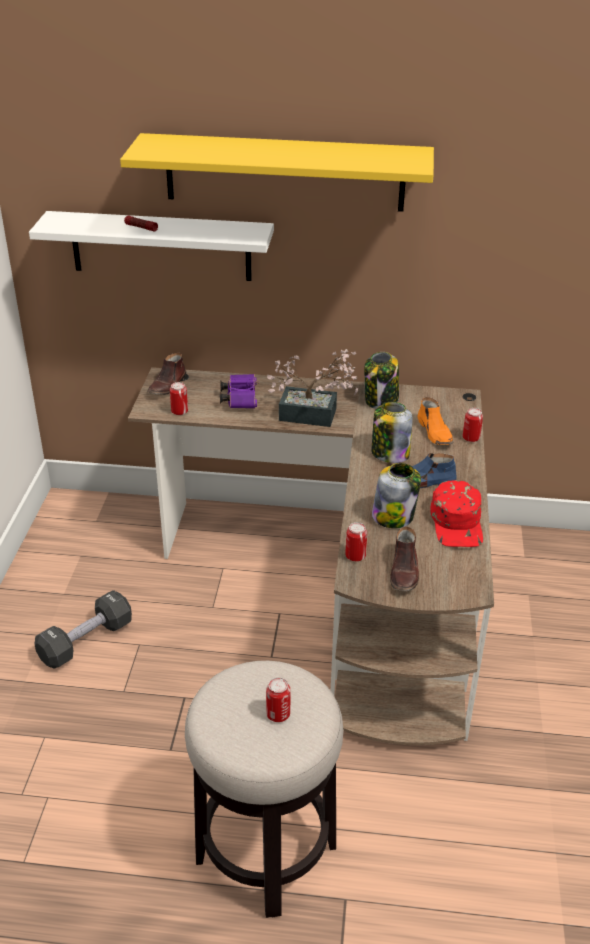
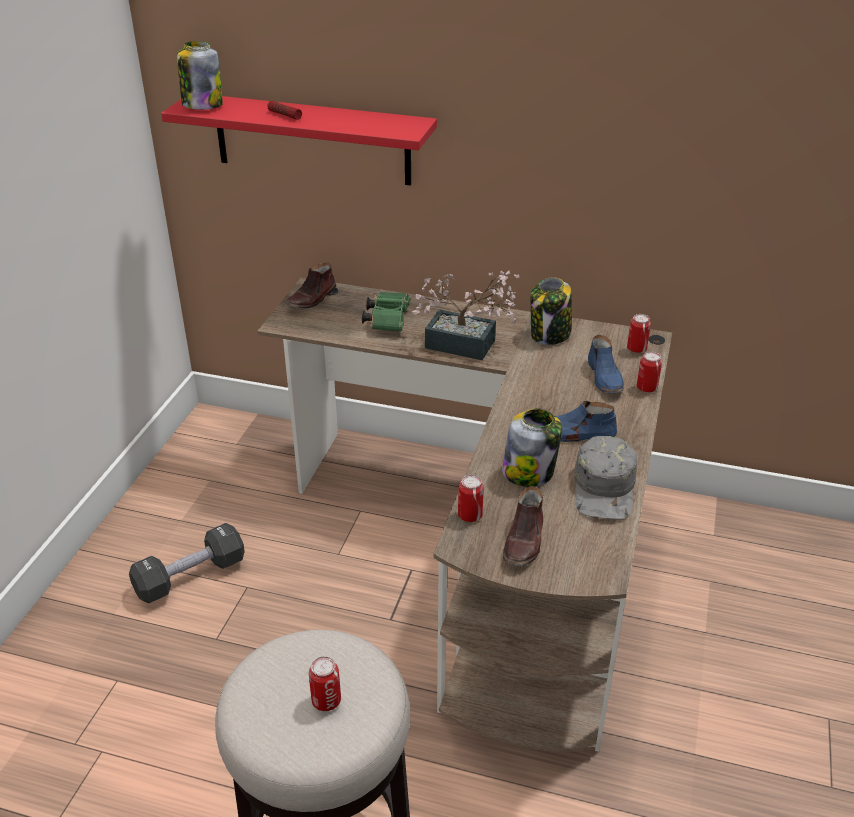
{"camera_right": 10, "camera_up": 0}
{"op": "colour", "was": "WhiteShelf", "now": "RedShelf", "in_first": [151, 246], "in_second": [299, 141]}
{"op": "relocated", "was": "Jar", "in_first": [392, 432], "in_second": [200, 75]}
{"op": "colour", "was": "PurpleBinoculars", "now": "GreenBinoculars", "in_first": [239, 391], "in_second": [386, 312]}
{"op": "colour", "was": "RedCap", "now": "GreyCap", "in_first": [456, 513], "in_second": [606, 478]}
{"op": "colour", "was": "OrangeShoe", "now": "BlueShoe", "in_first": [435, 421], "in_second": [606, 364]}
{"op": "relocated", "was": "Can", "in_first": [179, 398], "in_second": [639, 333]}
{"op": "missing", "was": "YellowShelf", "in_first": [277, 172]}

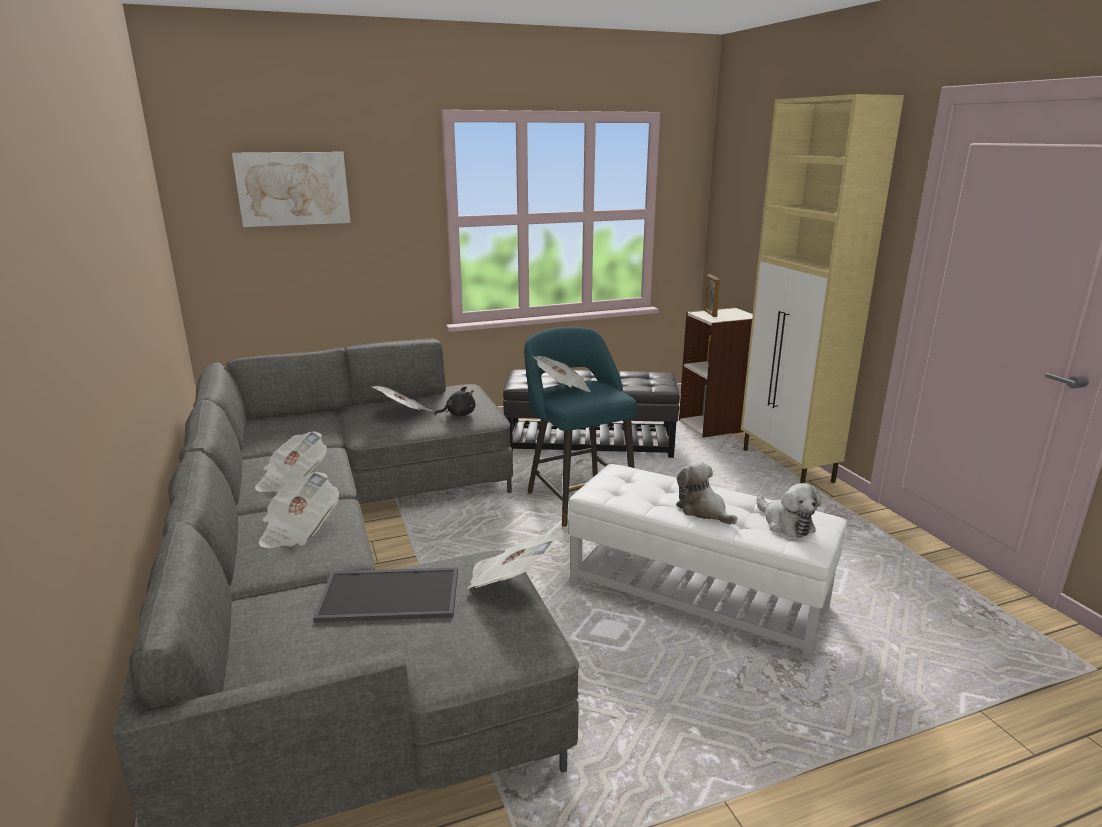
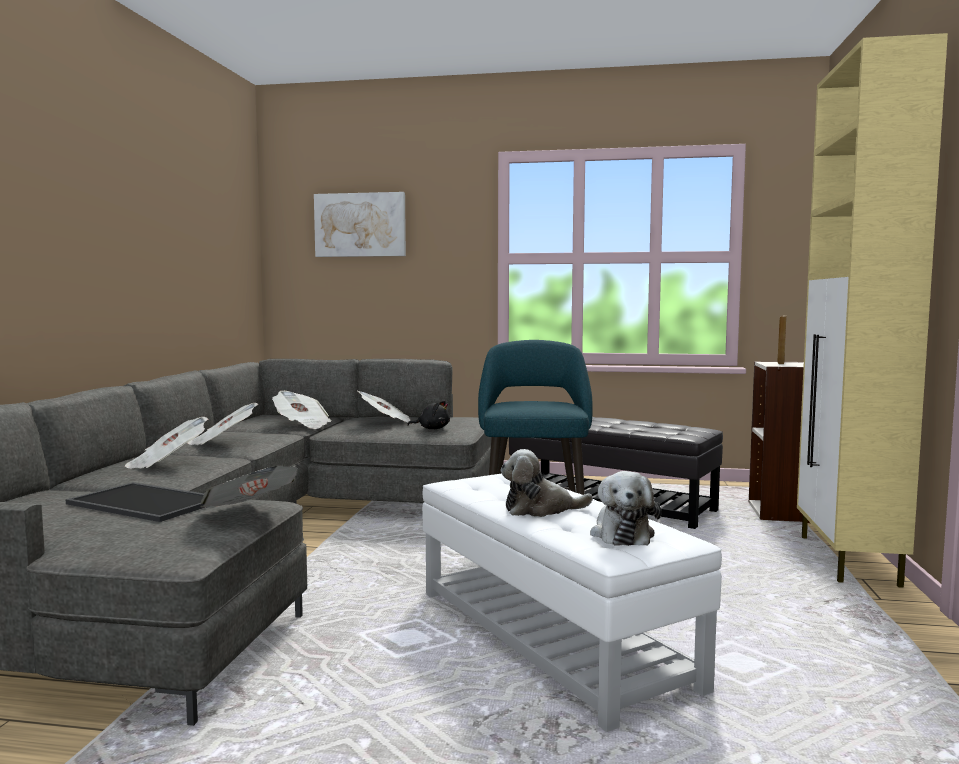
{"camera_right": 30, "camera_up": -15}
{"op": "relocated", "was": "Newspaper", "in_first": [562, 374], "in_second": [302, 410]}
{"op": "spun", "was": "PlushToy", "in_first": [707, 492], "in_second": [546, 483], "clockwise": -90}

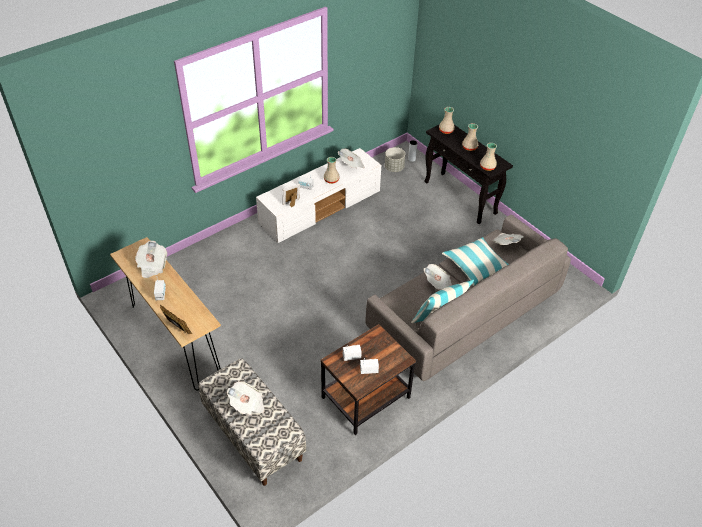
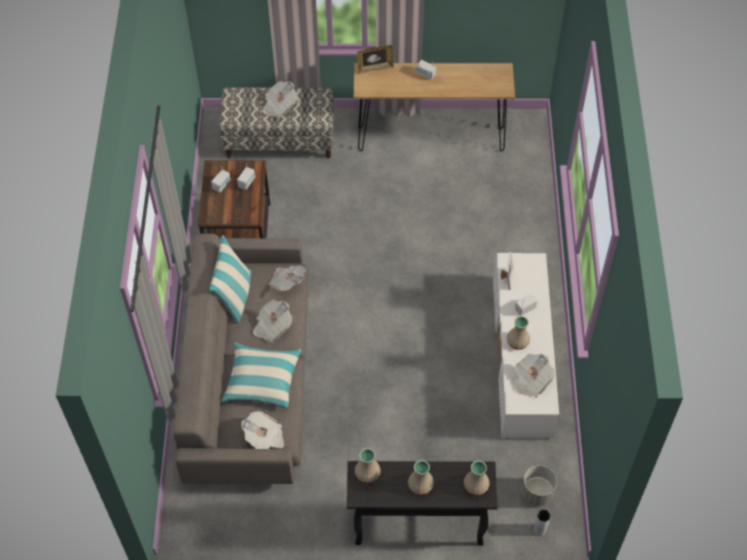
{"camera_right": 130, "camera_up": 10}
{"op": "relocated", "was": "Newspaper", "in_first": [151, 259], "in_second": [287, 278]}

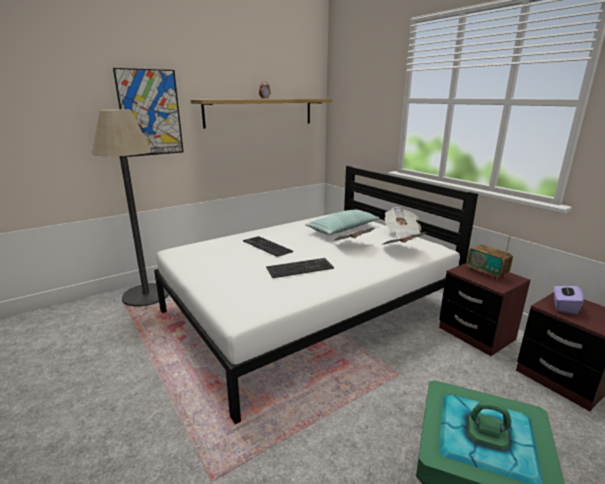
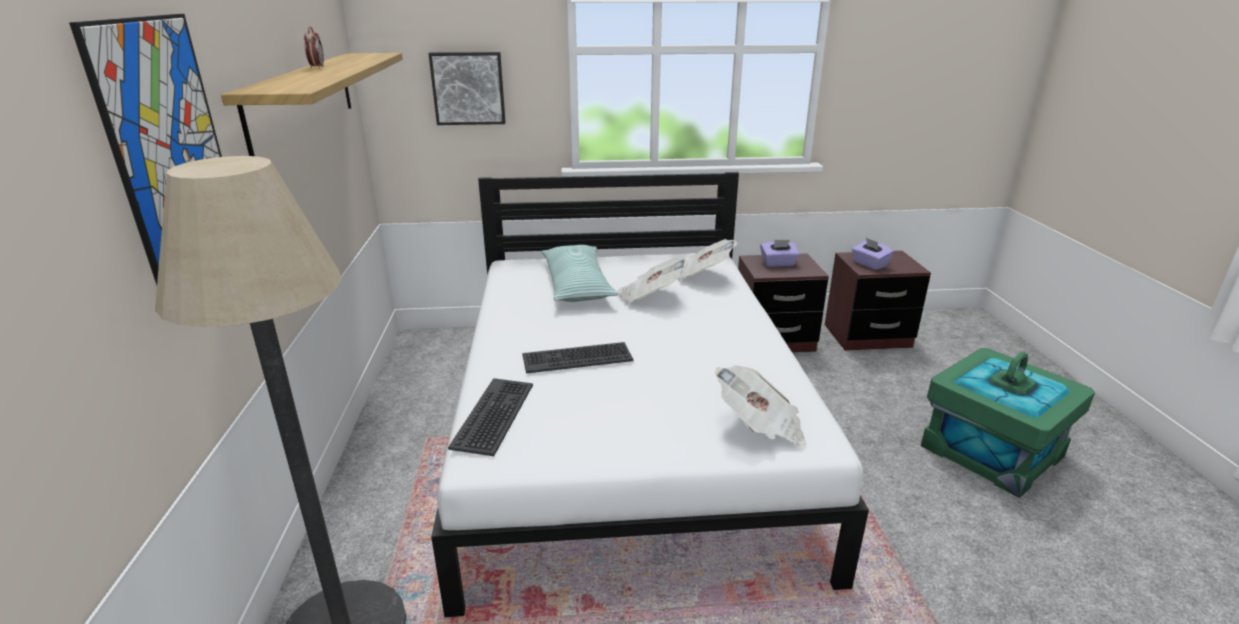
{"camera_right": -60, "camera_up": 5}
{"op": "appeared", "now": "Picture", "in_second": [467, 88]}
{"op": "relocated", "was": "Keyboard", "in_first": [300, 268], "in_second": [490, 417]}
{"op": "relocated", "was": "Newspaper", "in_first": [403, 222], "in_second": [761, 406]}
{"op": "exchanged", "was": "Radio", "now": "PurpleTissueBox", "in_first": [490, 257], "in_second": [780, 253]}

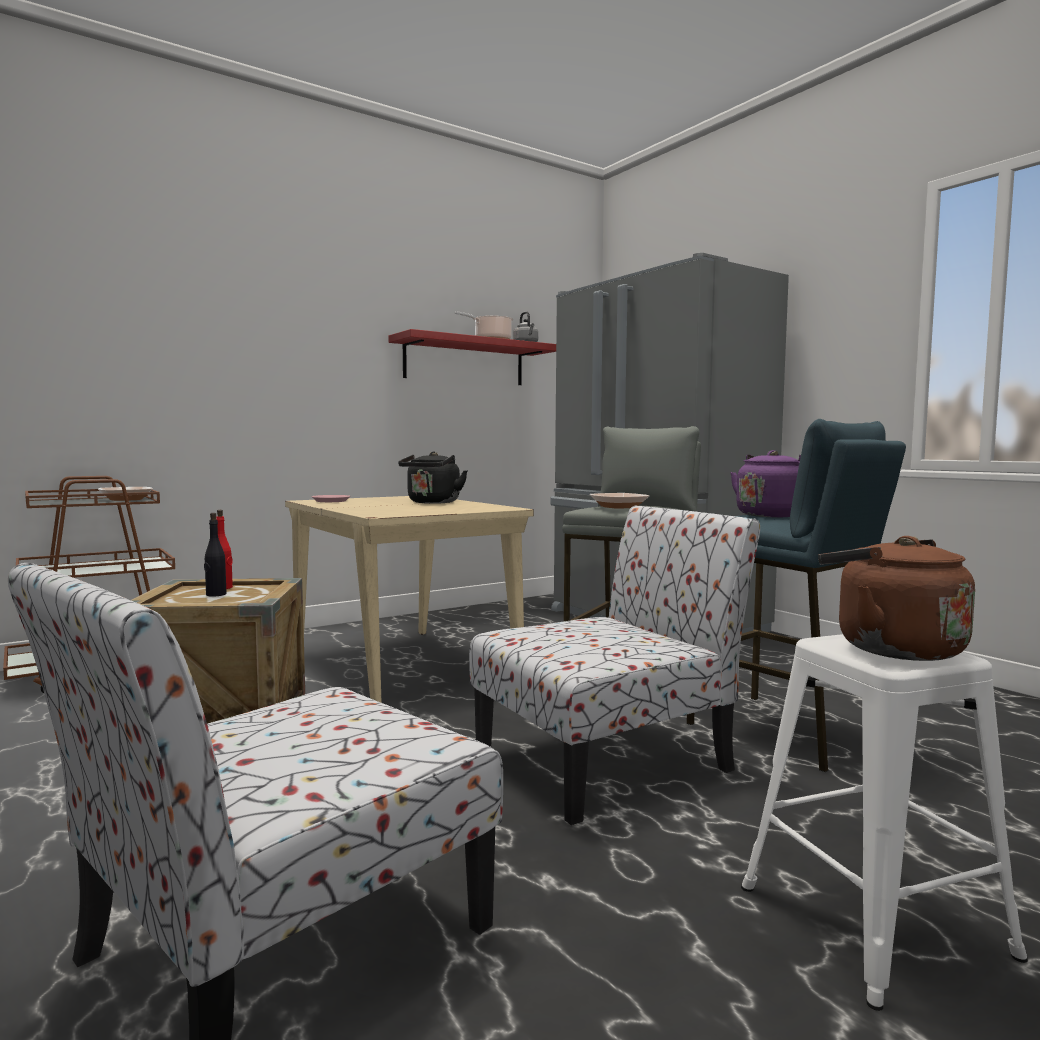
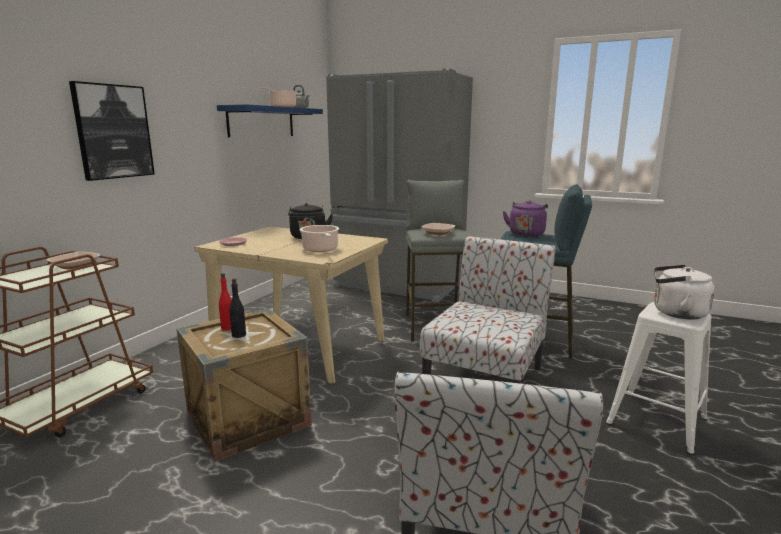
{"camera_right": -30, "camera_up": 10}
{"op": "appeared", "now": "Picture", "in_second": [112, 131]}
{"op": "colour", "was": "RedShelf", "now": "BlueShelf", "in_first": [472, 357], "in_second": [270, 120]}
{"op": "appeared", "now": "CookingPot", "in_second": [319, 238]}
{"op": "colour", "was": "BrownKettle", "now": "WhiteKettle", "in_first": [896, 598], "in_second": [684, 292]}

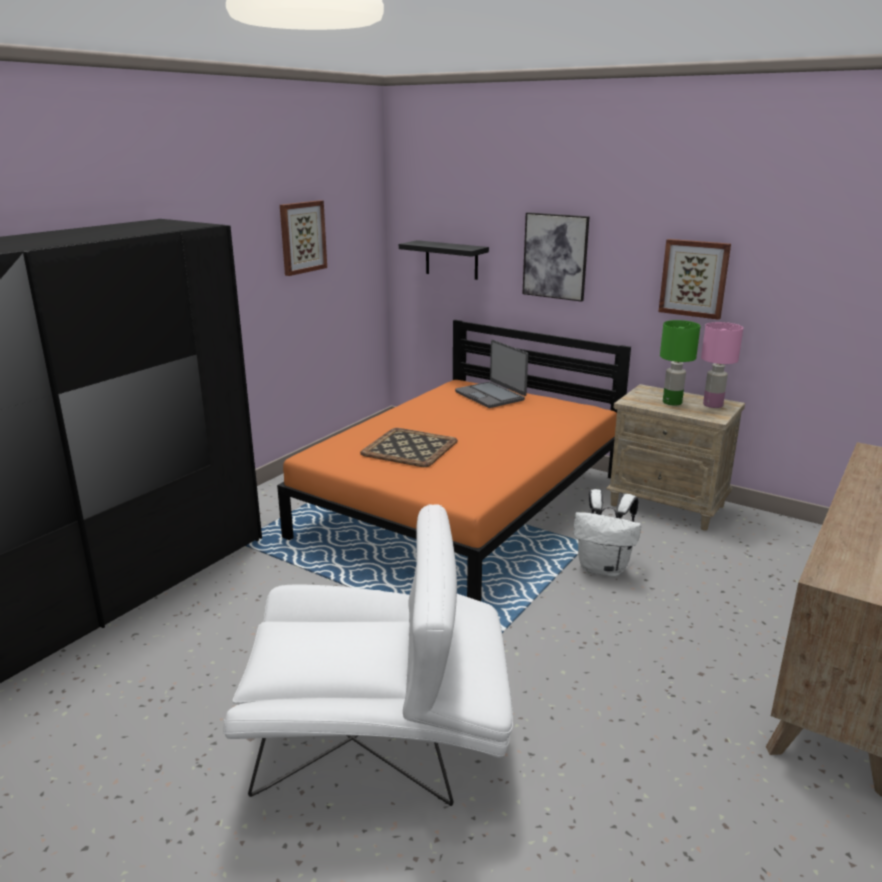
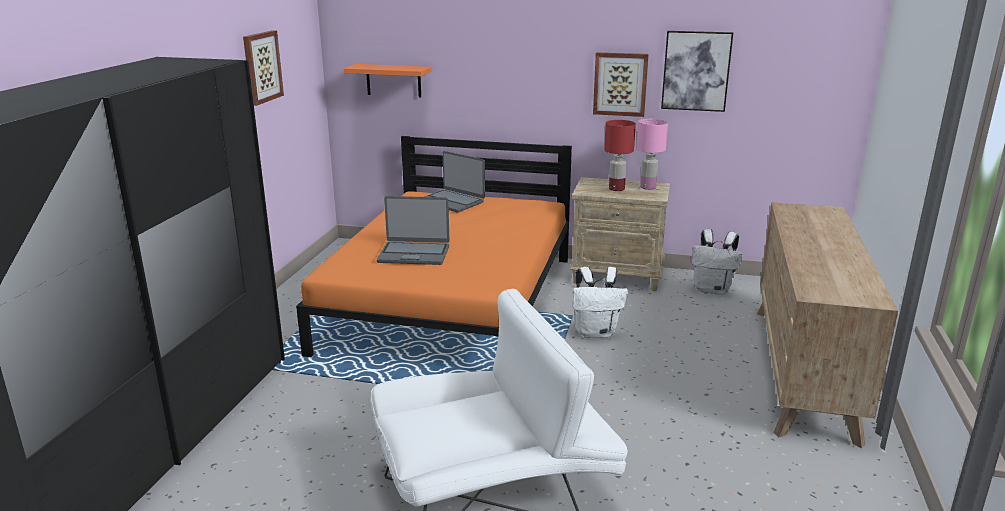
{"camera_right": -20, "camera_up": 0}
{"op": "colour", "was": "BlackShelf", "now": "OrangeShelf", "in_first": [444, 260], "in_second": [387, 80]}
{"op": "exchanged", "was": "Tray", "now": "Laptop", "in_first": [409, 447], "in_second": [413, 230]}
{"op": "colour", "was": "GreenTableLamp", "now": "RedTableLamp", "in_first": [680, 362], "in_second": [620, 155]}
{"op": "relocated", "was": "Picture", "in_first": [556, 257], "in_second": [697, 71]}
{"op": "appeared", "now": "WhiteBackpack", "in_second": [717, 262]}

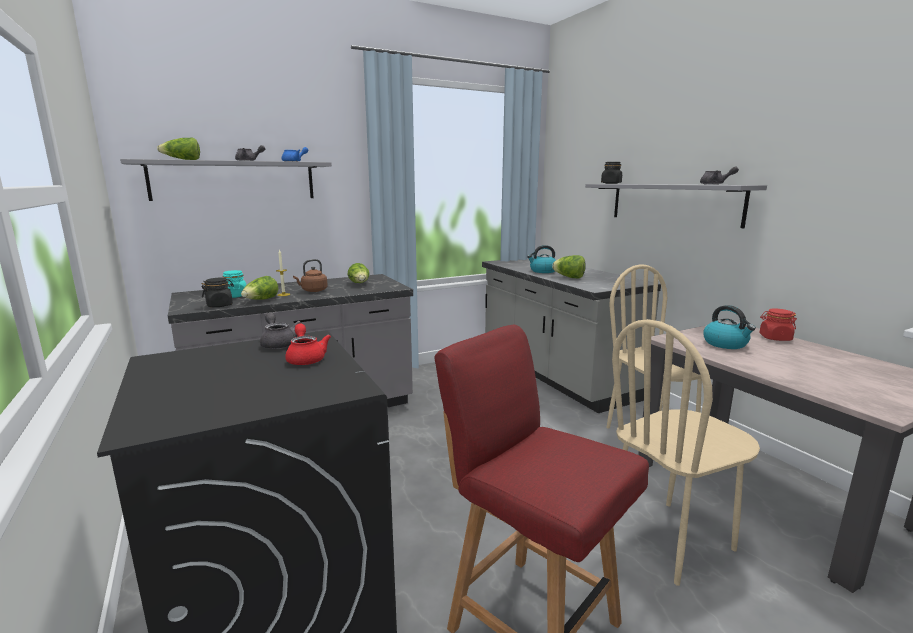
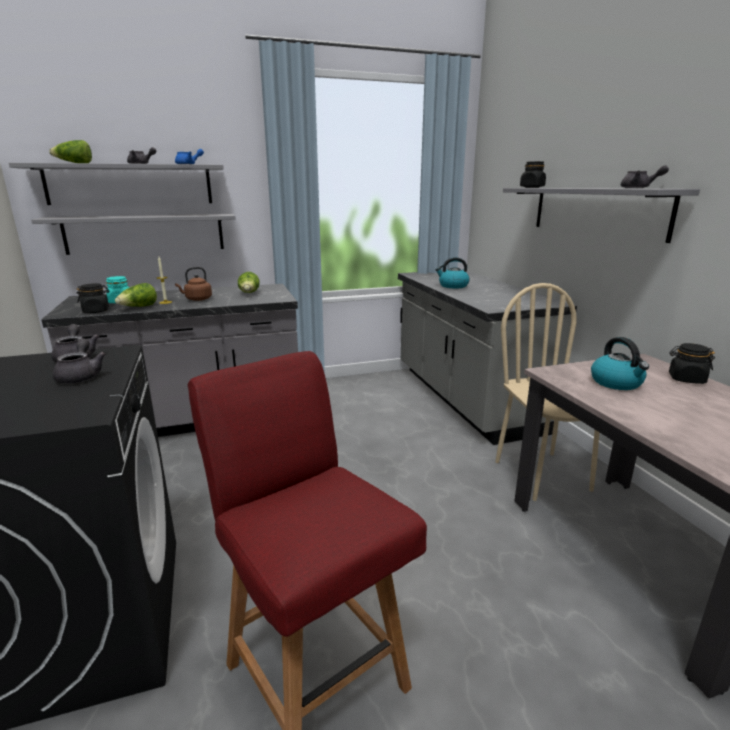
{"camera_right": 10, "camera_up": 5}
{"op": "appeared", "now": "GreyShelf", "in_second": [133, 234]}
{"op": "colour", "was": "RedTeapot", "now": "GreyTeapot", "in_first": [308, 344], "in_second": [79, 361]}
{"op": "colour", "was": "RedJar", "now": "BlackJar", "in_first": [778, 324], "in_second": [692, 363]}
{"op": "missing", "was": "Lettuce", "in_first": [569, 266]}
{"op": "missing", "was": "BeigeChair", "in_first": [686, 452]}

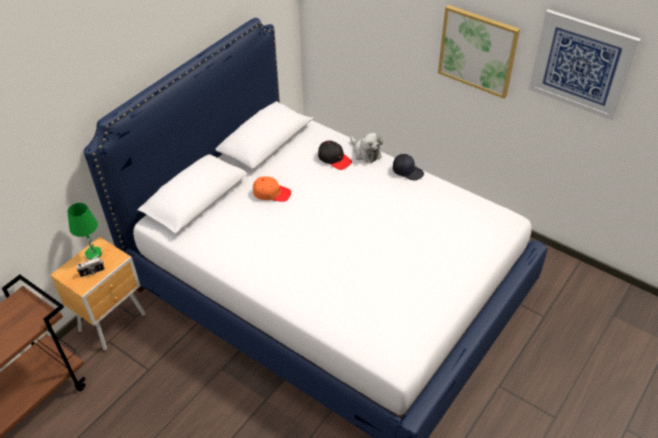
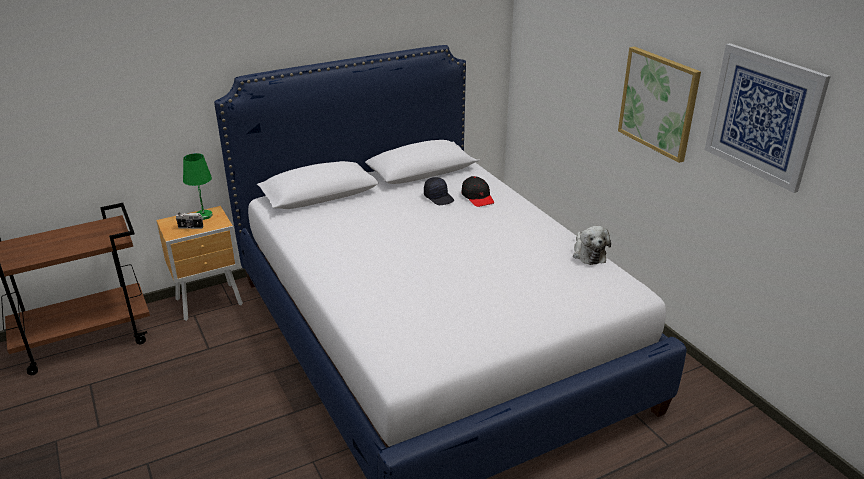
{"camera_right": 25, "camera_up": -15}
{"op": "relocated", "was": "BlackCap", "in_first": [408, 167], "in_second": [439, 191]}
{"op": "relocated", "was": "PlushToy", "in_first": [366, 147], "in_second": [592, 245]}
{"op": "missing", "was": "OrangeCap", "in_first": [272, 189]}

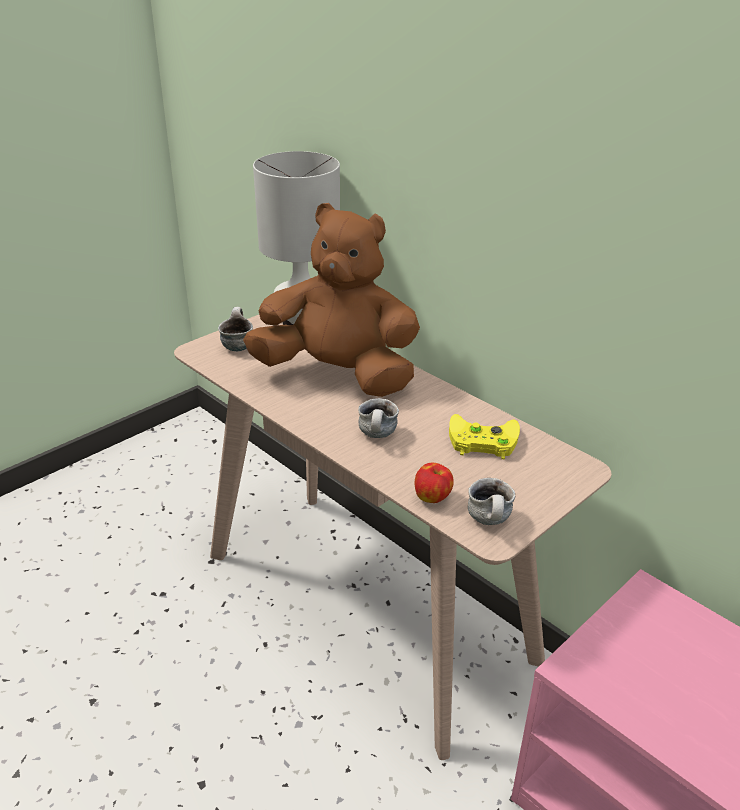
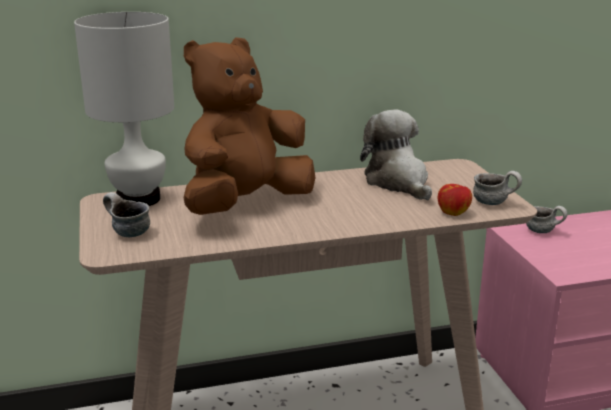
{"camera_right": -60, "camera_up": -10}
{"op": "exchanged", "was": "YellowGameController", "now": "PlushToy", "in_first": [484, 436], "in_second": [396, 155]}
{"op": "relocated", "was": "Mug", "in_first": [378, 418], "in_second": [546, 219]}

